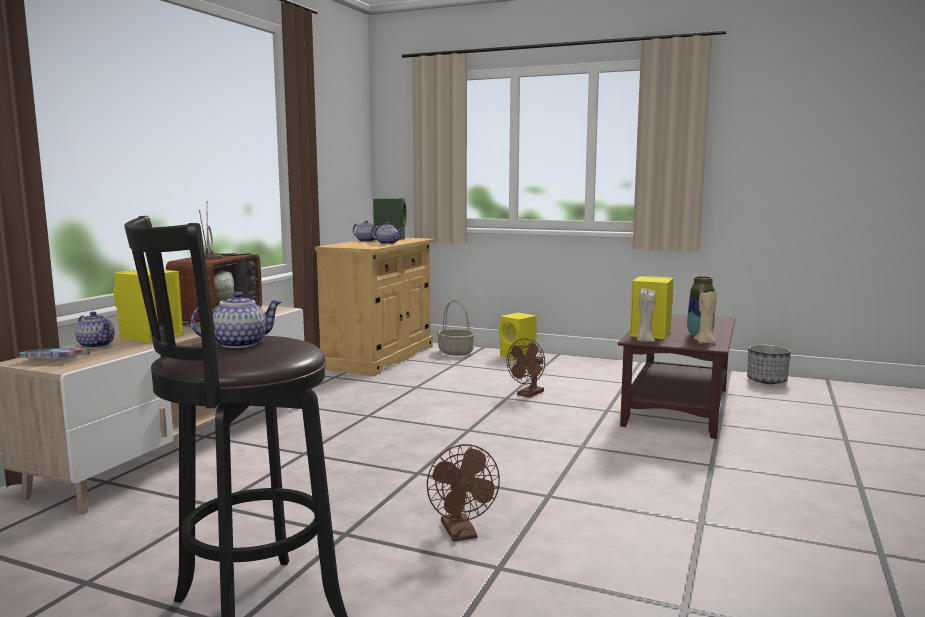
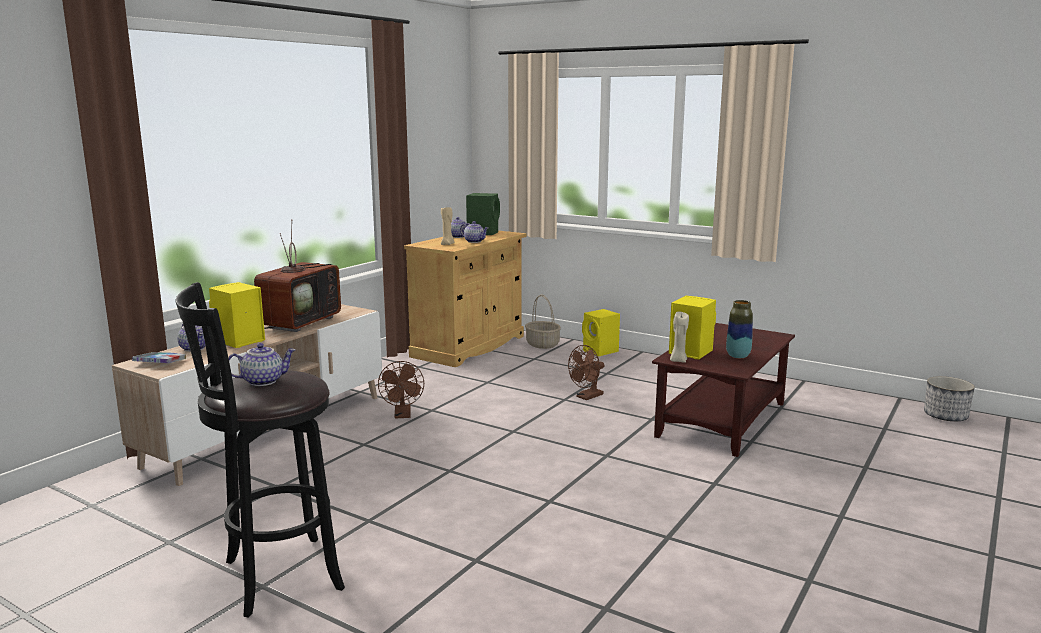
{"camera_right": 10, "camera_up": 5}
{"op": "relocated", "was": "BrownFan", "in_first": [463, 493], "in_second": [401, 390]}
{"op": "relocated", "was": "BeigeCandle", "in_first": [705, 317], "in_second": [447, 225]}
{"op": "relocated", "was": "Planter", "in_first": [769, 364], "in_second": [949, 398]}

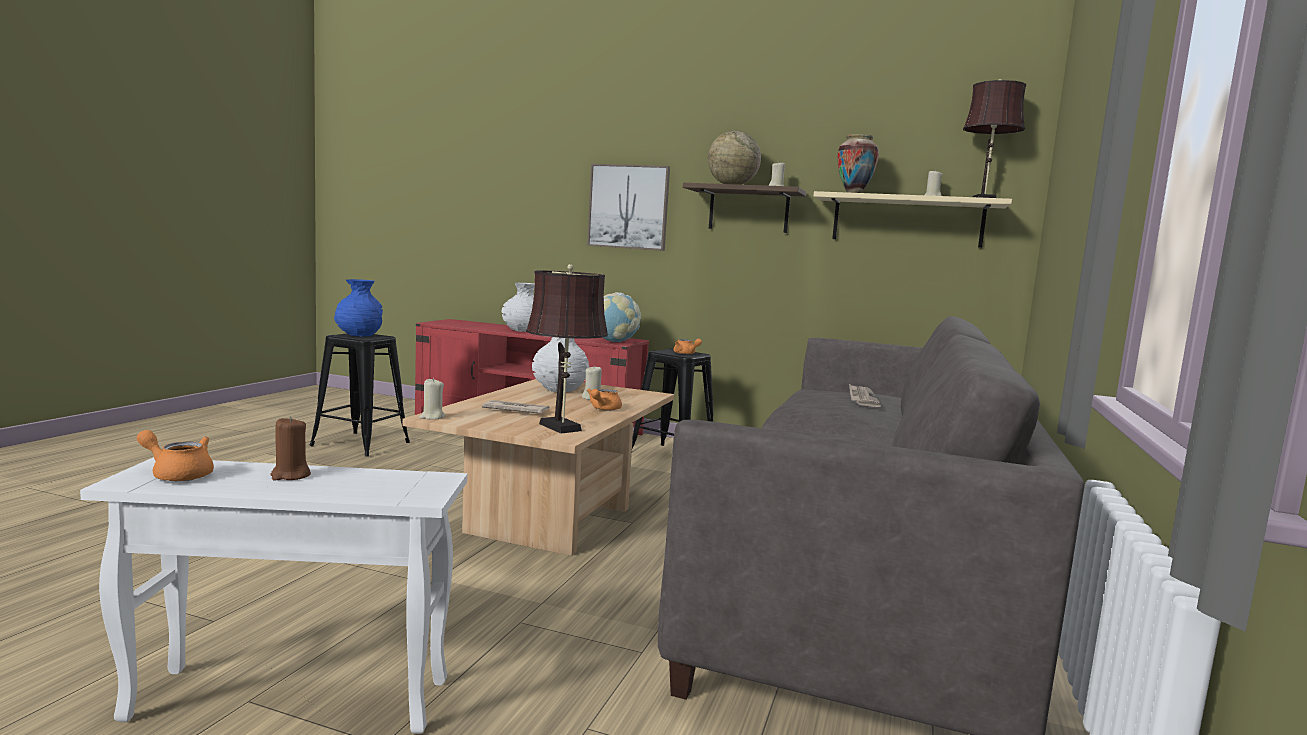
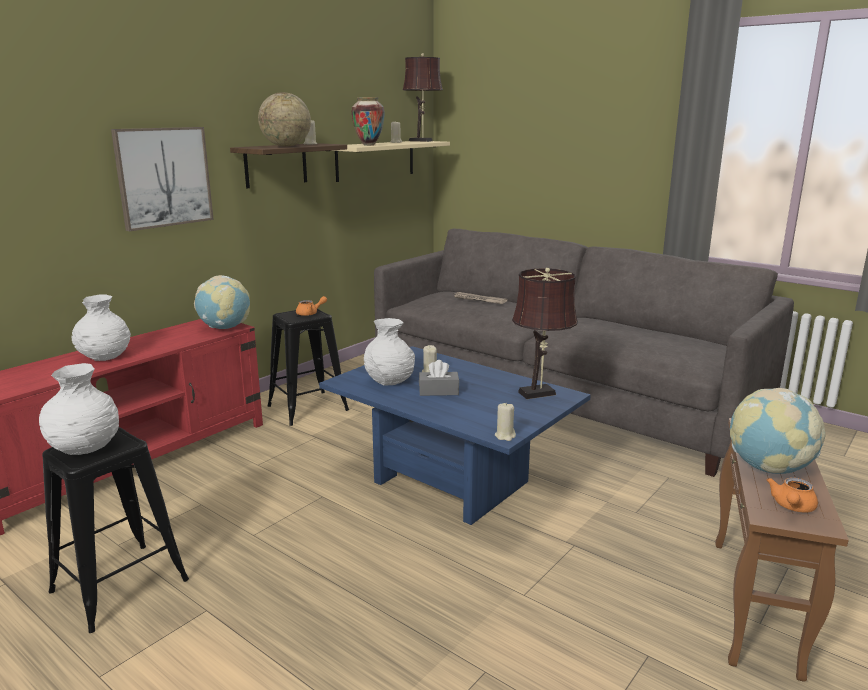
{"camera_right": -70, "camera_up": 10}
{"op": "colour", "was": "BlueVase", "now": "WhiteVase", "in_first": [358, 308], "in_second": [79, 409]}
{"op": "colour", "was": "BeigeCoffeeTable", "now": "BlueCoffeeTable", "in_first": [538, 467], "in_second": [455, 435]}
{"op": "appeared", "now": "GreyTissueBox", "in_second": [439, 378]}
{"op": "colour", "was": "WhiteSideTable", "now": "BrownSideTable", "in_first": [273, 595], "in_second": [782, 549]}
{"op": "exchanged", "was": "BrownCandle", "now": "Globe", "in_first": [290, 448], "in_second": [778, 431]}
{"op": "missing", "was": "Newspaper", "in_first": [516, 407]}
{"op": "missing", "was": "OrangeTeapot", "in_first": [604, 399]}

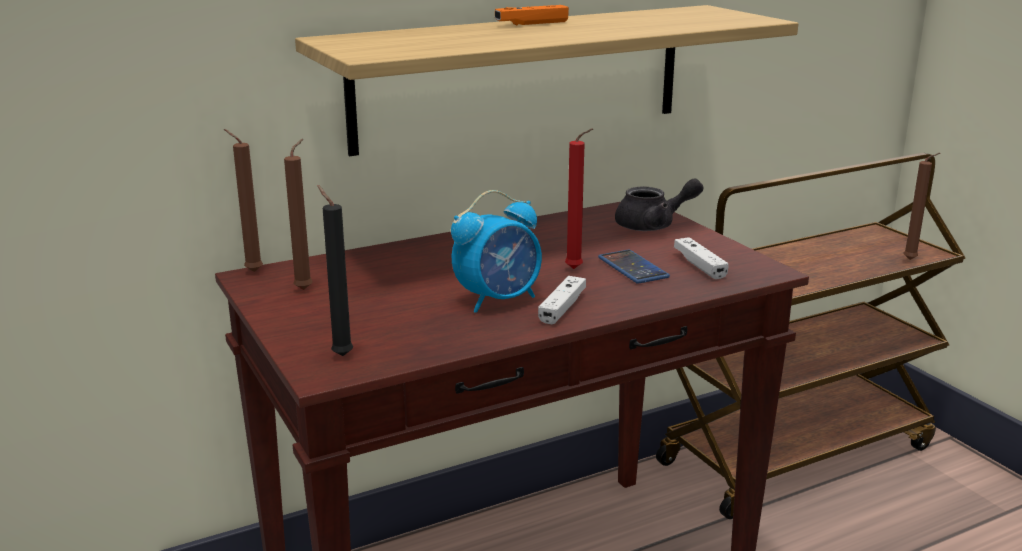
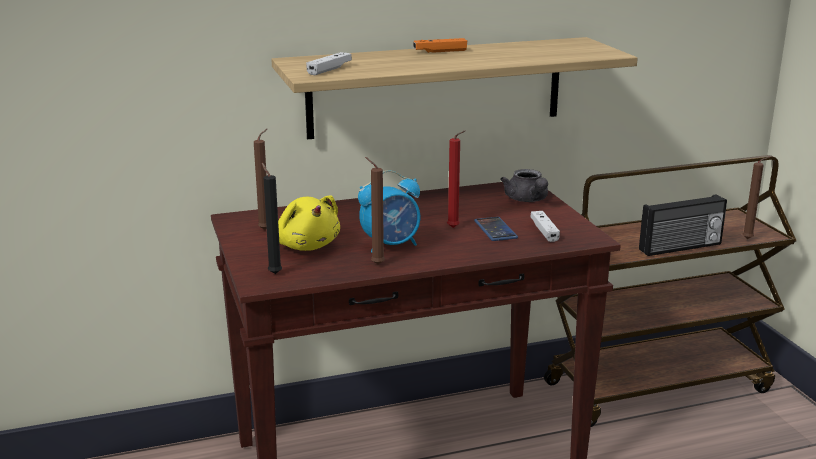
{"camera_right": 10, "camera_up": 0}
{"op": "appeared", "now": "YellowPlushToy", "in_second": [309, 223]}
{"op": "relocated", "was": "WhiteGameController", "in_first": [562, 300], "in_second": [329, 63]}
{"op": "relocated", "was": "BrownCandle", "in_first": [243, 200], "in_second": [375, 211]}
{"op": "spun", "was": "GreyTeapot", "in_first": [659, 204], "in_second": [524, 185], "clockwise": 75}
{"op": "appeared", "now": "Radio", "in_second": [683, 225]}

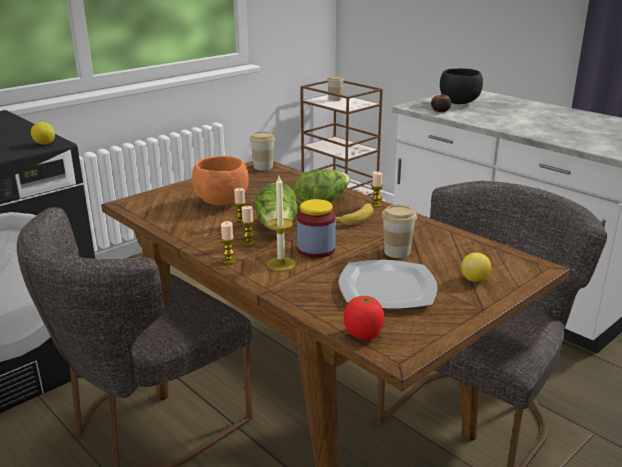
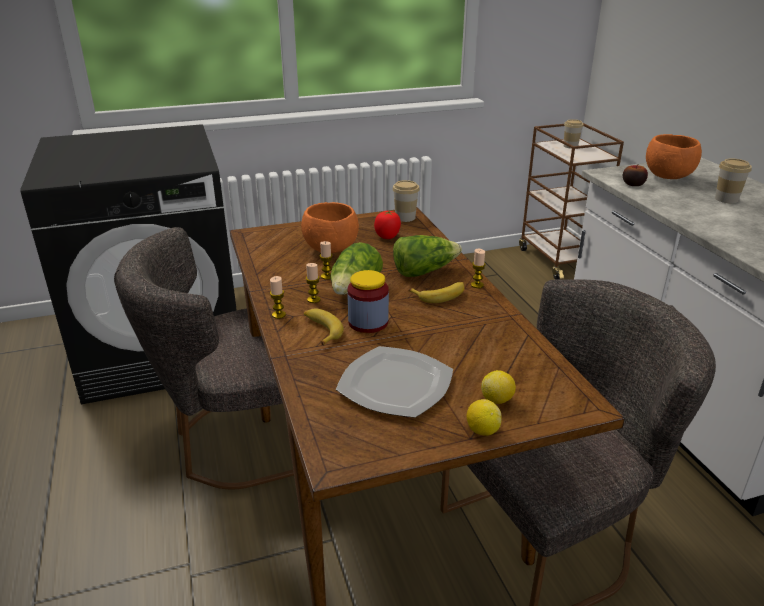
{"camera_right": 25, "camera_up": 5}
{"op": "exchanged", "was": "Candle", "now": "Banana", "in_first": [281, 223], "in_second": [324, 326]}
{"op": "relocated", "was": "Tomato", "in_first": [364, 318], "in_second": [387, 225]}
{"op": "relocated", "was": "Lemon", "in_first": [43, 133], "in_second": [484, 417]}
{"op": "colour", "was": "BlackBowl", "now": "OrangeBowl", "in_first": [461, 86], "in_second": [674, 156]}
{"op": "relocated", "was": "Cup", "in_first": [399, 231], "in_second": [733, 181]}

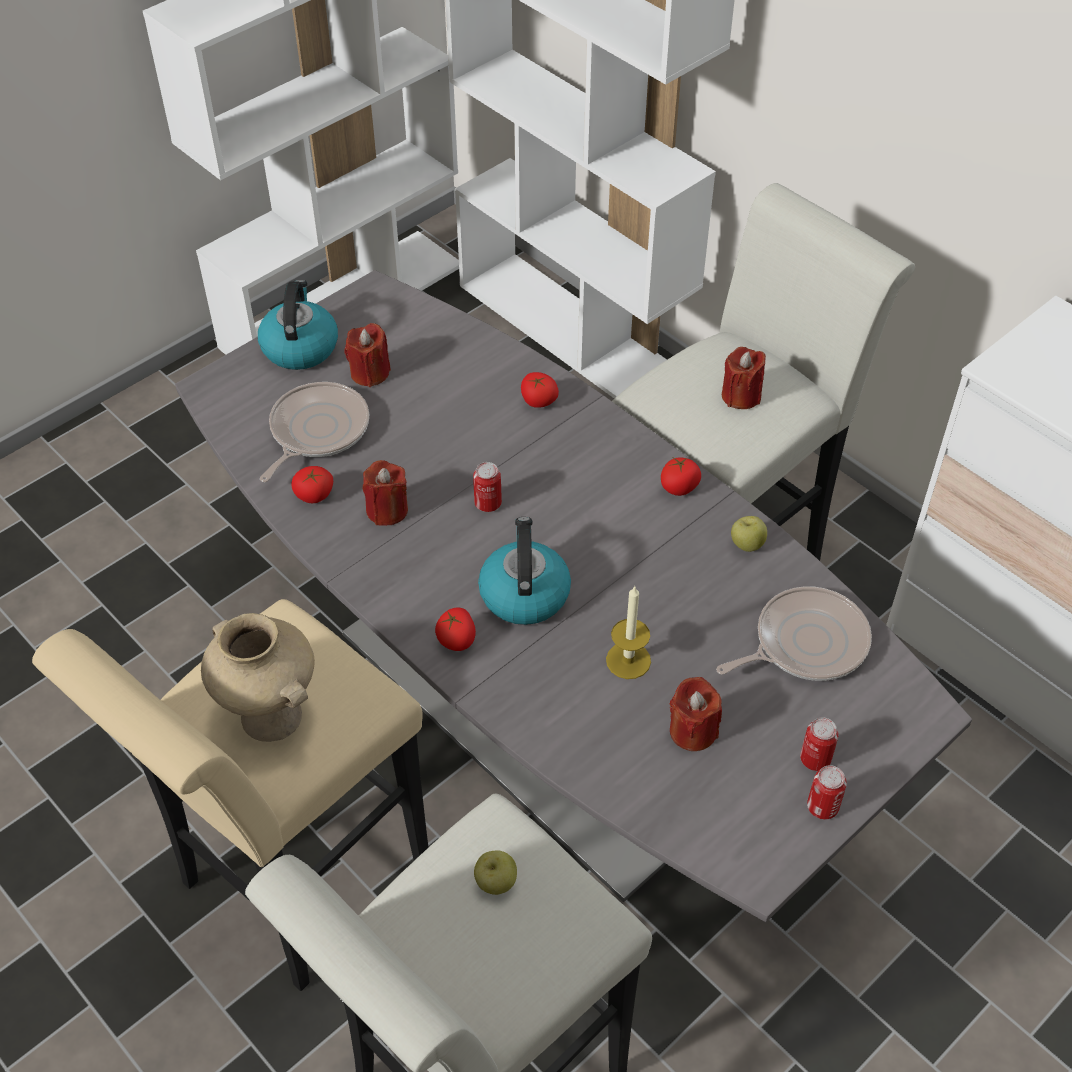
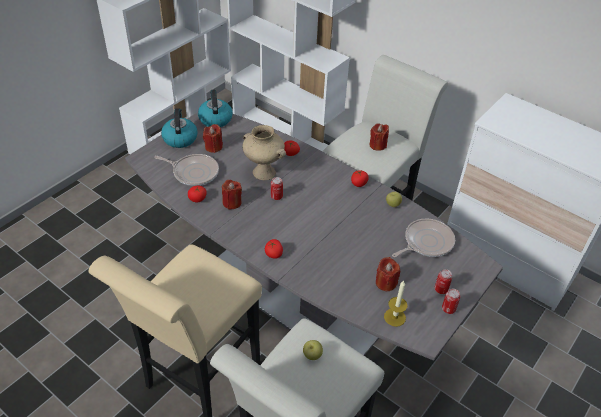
{"camera_right": -10, "camera_up": -5}
{"op": "spun", "was": "FryingPan", "in_first": [314, 432], "in_second": [186, 170], "clockwise": 90}
{"op": "relocated", "was": "Kettle", "in_first": [524, 571], "in_second": [215, 108]}
{"op": "relocated", "was": "BeigeVase", "in_first": [258, 677], "in_second": [264, 152]}
{"op": "relocated", "was": "Candle", "in_first": [628, 632], "in_second": [395, 304]}

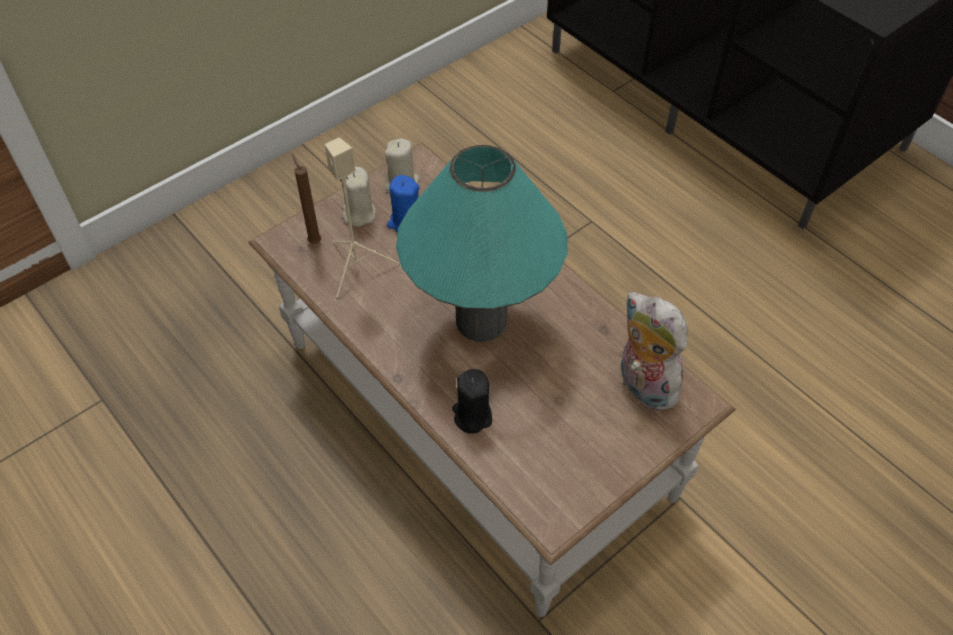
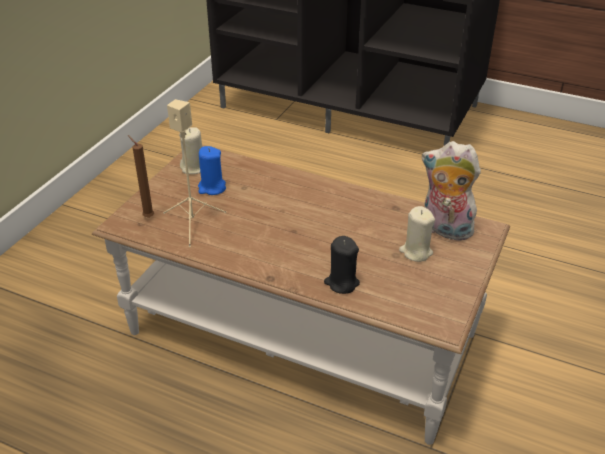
{"camera_right": -25, "camera_up": -15}
{"op": "relocated", "was": "BeigeCandle", "in_first": [359, 197], "in_second": [417, 234]}
{"op": "missing", "was": "TurquoiseTableLamp", "in_first": [482, 243]}

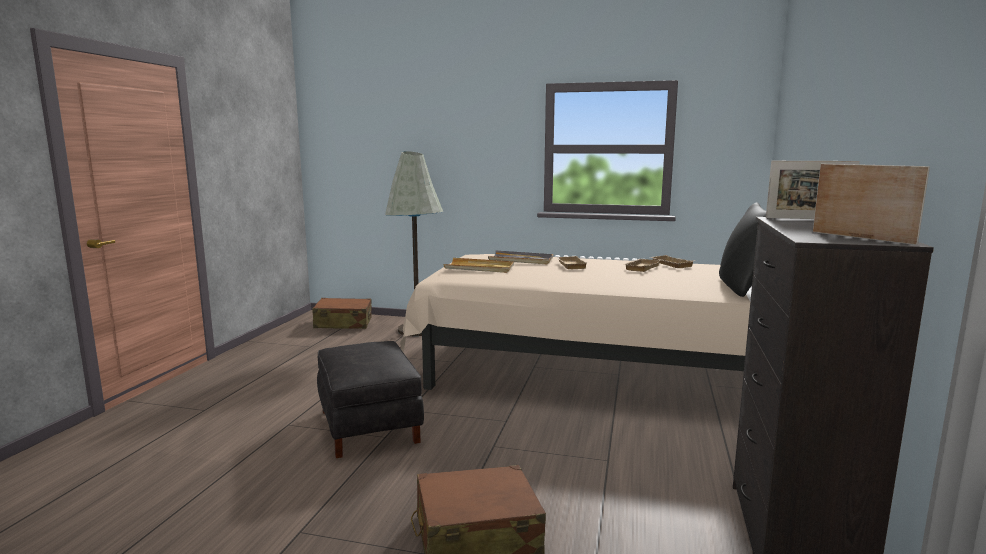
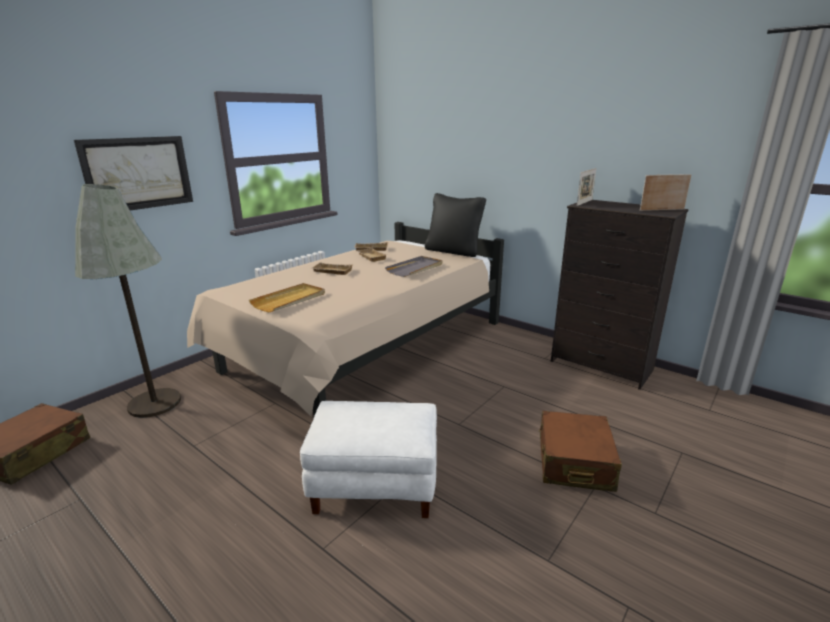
{"camera_right": -65, "camera_up": 10}
{"op": "appeared", "now": "Picture", "in_second": [133, 173]}
{"op": "colour", "was": "BlackOttoman", "now": "WhiteOttoman", "in_first": [370, 399], "in_second": [368, 459]}
{"op": "relocated", "was": "GreyTray", "in_first": [520, 257], "in_second": [413, 266]}

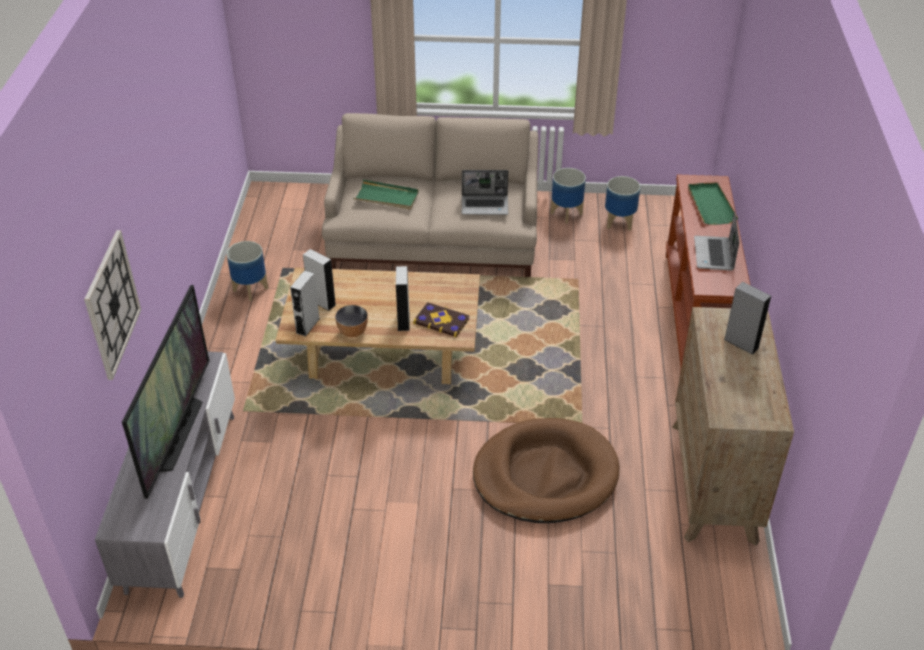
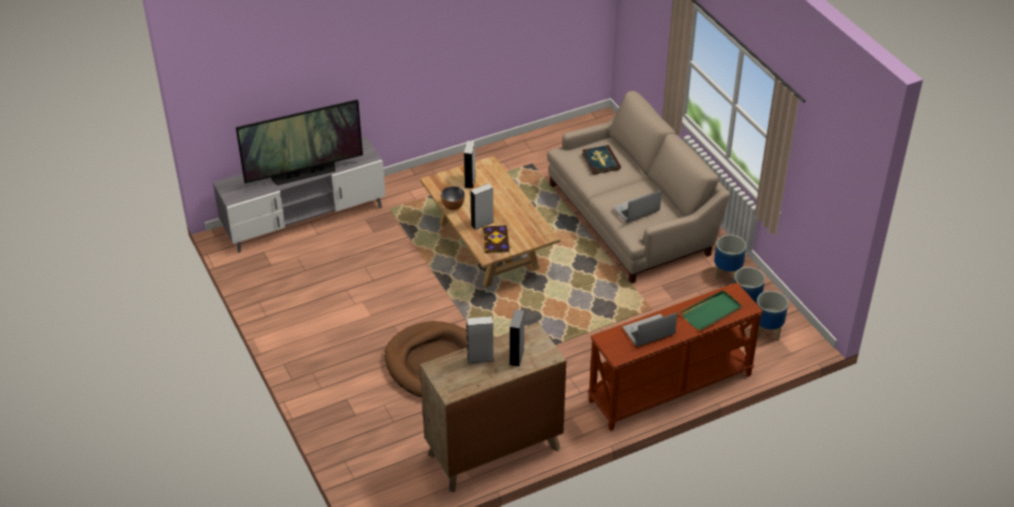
{"camera_right": 60, "camera_up": 0}
{"op": "relocated", "was": "GreySpeaker", "in_first": [305, 303], "in_second": [480, 339]}
{"op": "exchanged", "was": "GreenTray", "now": "Book", "in_first": [386, 194], "in_second": [601, 160]}
{"op": "spun", "was": "Laptop", "in_first": [485, 192], "in_second": [637, 206], "clockwise": 90}
{"op": "relocated", "was": "Planter", "in_first": [247, 271], "in_second": [772, 316]}
{"op": "missing", "was": "WallClock", "in_first": [112, 305]}

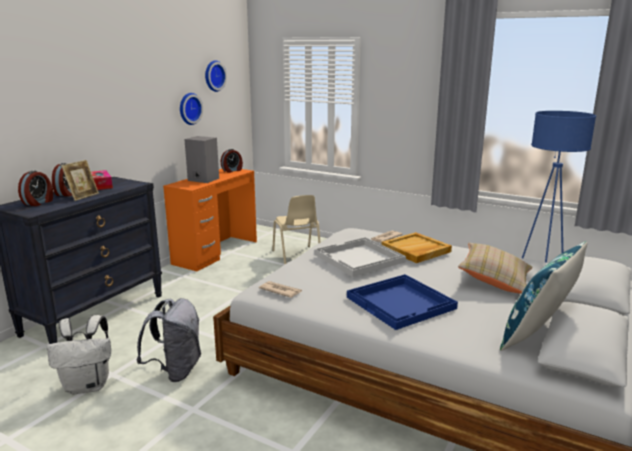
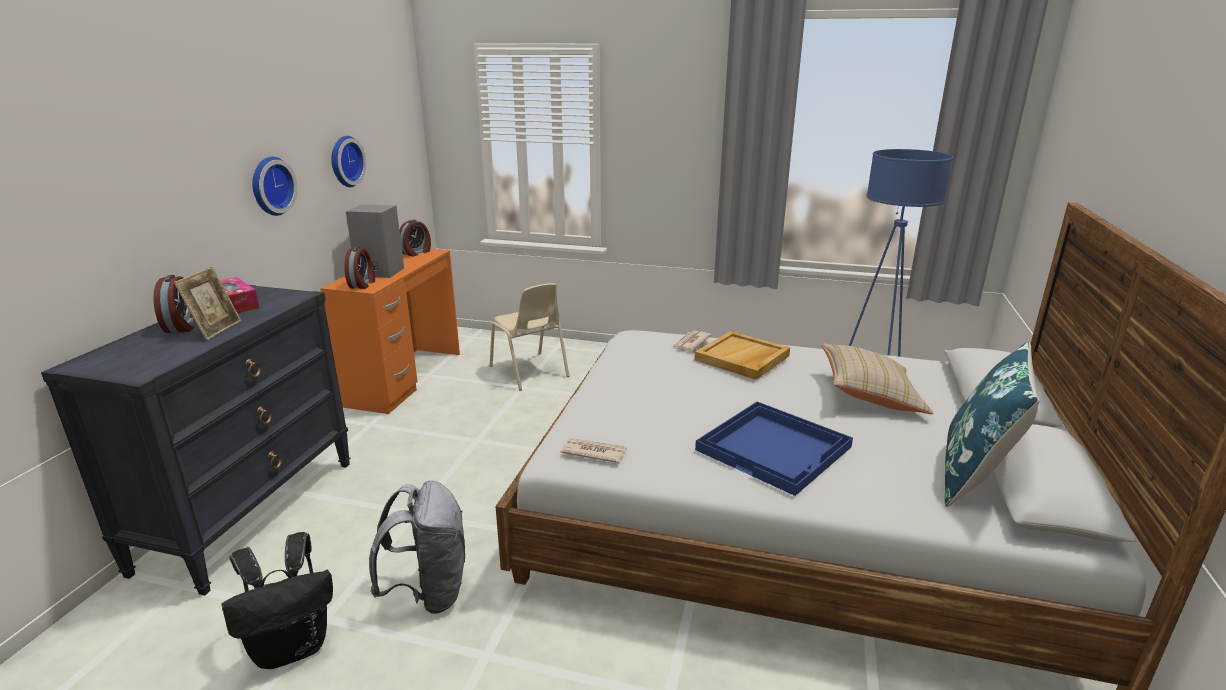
{"camera_right": -15, "camera_up": 5}
{"op": "colour", "was": "WhiteBackpack", "now": "BlackBackpack", "in_first": [79, 354], "in_second": [277, 600]}
{"op": "relocated", "was": "WallClock", "in_first": [216, 76], "in_second": [275, 186]}
{"op": "relocated", "was": "AlarmClock", "in_first": [35, 188], "in_second": [359, 268]}
{"op": "missing", "was": "WhiteTray", "in_first": [360, 257]}

